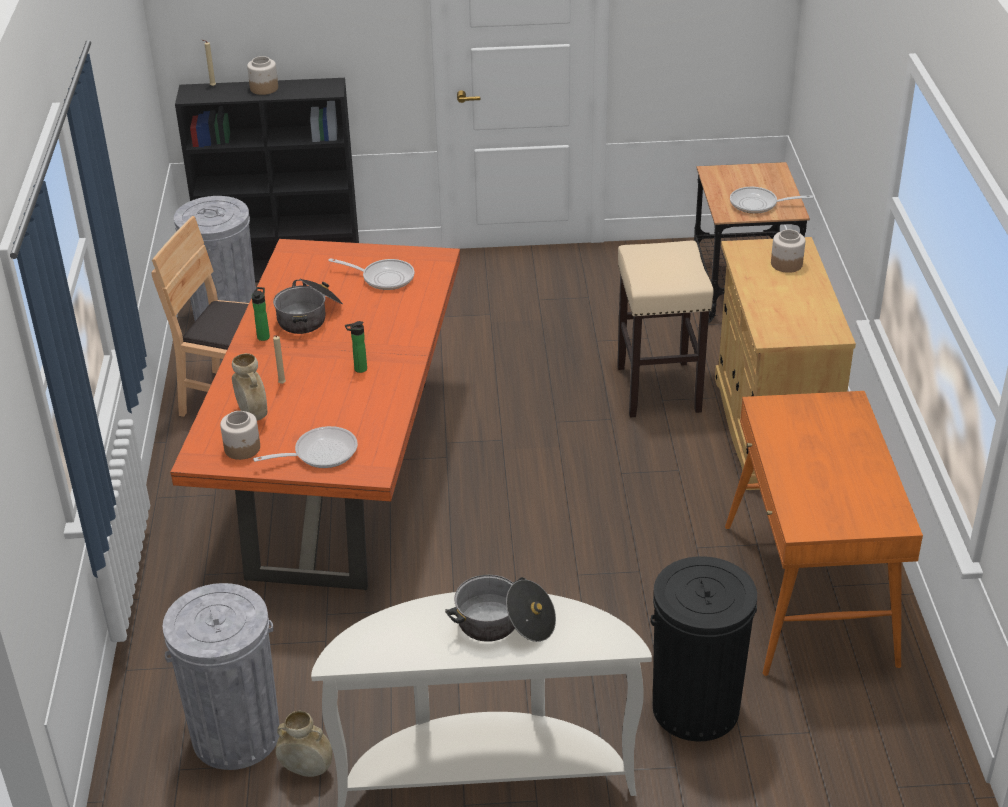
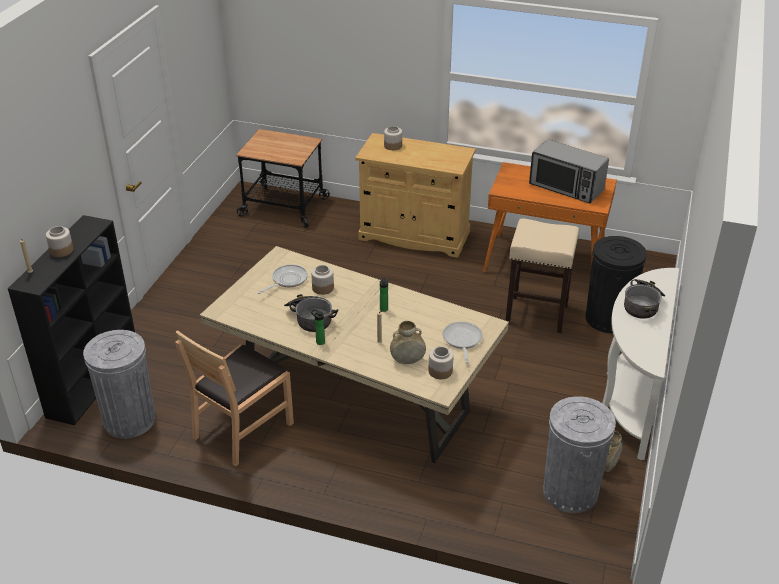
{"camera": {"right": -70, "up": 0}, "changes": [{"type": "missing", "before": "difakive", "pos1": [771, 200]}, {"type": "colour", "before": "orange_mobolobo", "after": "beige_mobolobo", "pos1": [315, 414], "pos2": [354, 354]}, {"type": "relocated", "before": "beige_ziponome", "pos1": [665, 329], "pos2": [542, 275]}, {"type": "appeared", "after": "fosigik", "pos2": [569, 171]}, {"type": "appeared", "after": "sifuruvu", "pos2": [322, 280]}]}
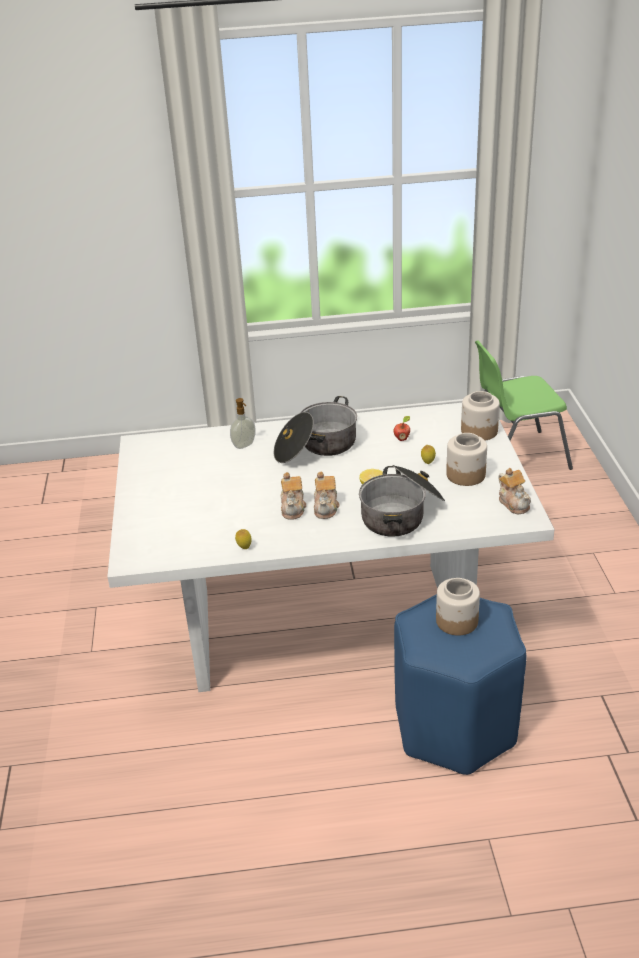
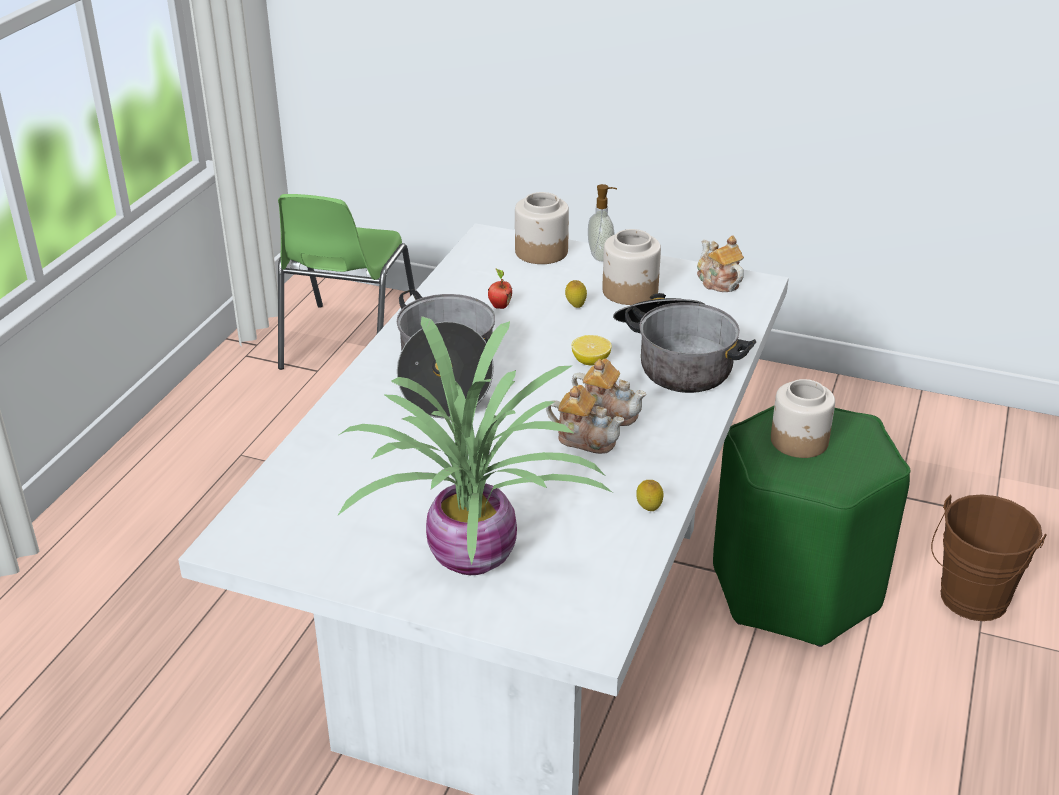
{"camera": {"right": -65, "up": 0}, "changes": [{"type": "relocated", "before": "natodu", "pos1": [243, 423], "pos2": [602, 223]}, {"type": "spun", "before": "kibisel", "pos1": [514, 491], "pos2": [720, 263], "turn": -120}, {"type": "colour", "before": "blue_ziponome", "after": "green_ziponome", "pos1": [460, 684], "pos2": [812, 526]}, {"type": "appeared", "after": "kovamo", "pos2": [475, 445]}, {"type": "appeared", "after": "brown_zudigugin", "pos2": [989, 557]}]}
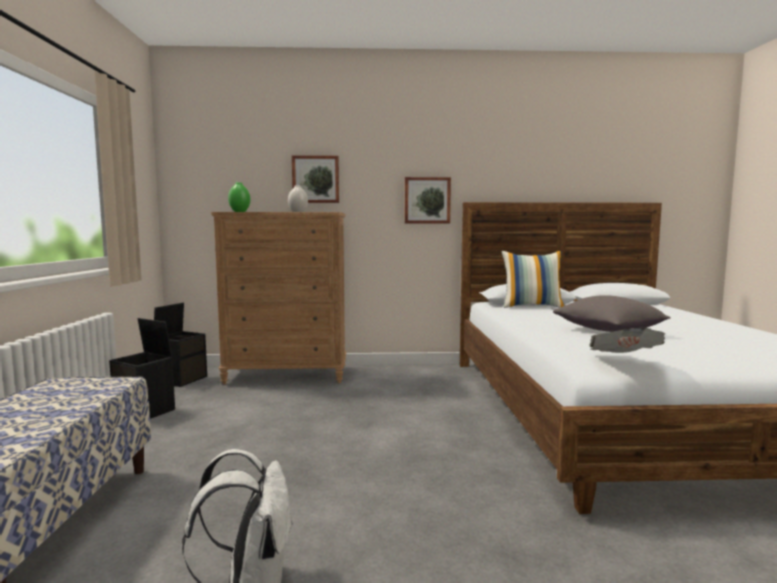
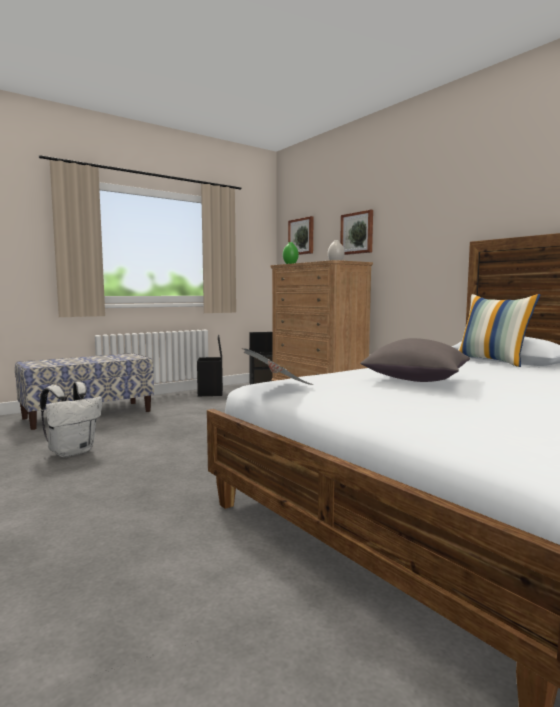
{"camera": {"right": 55, "up": 0}, "changes": [{"type": "relocated", "before": "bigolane", "pos1": [428, 200], "pos2": [301, 235]}]}
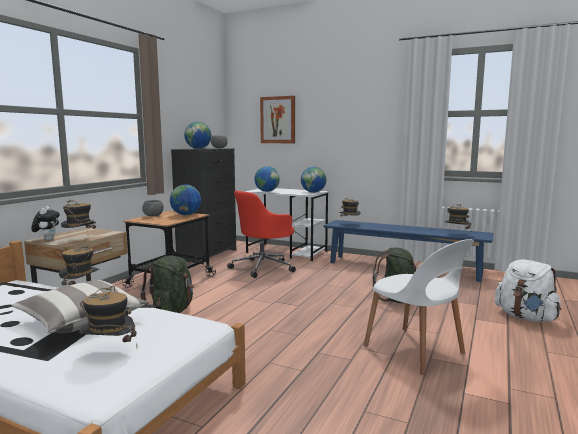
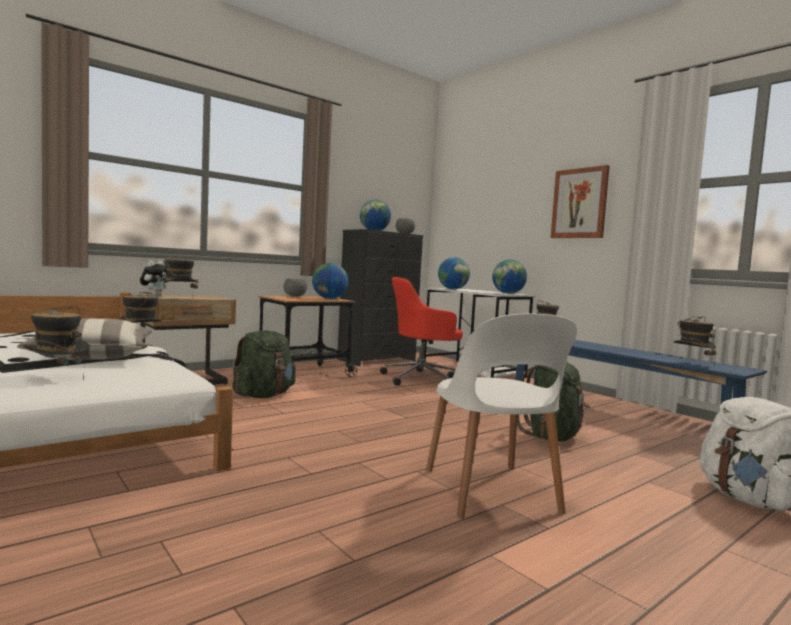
{"camera": {"right": 25, "up": -5}, "changes": [{"type": "relocated", "before": "bigolane", "pos1": [277, 119], "pos2": [580, 201]}]}
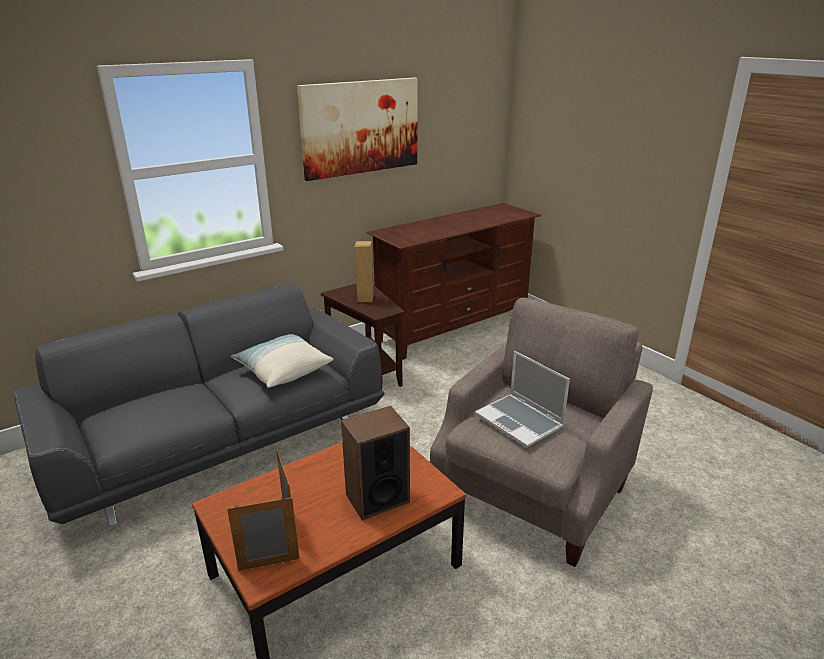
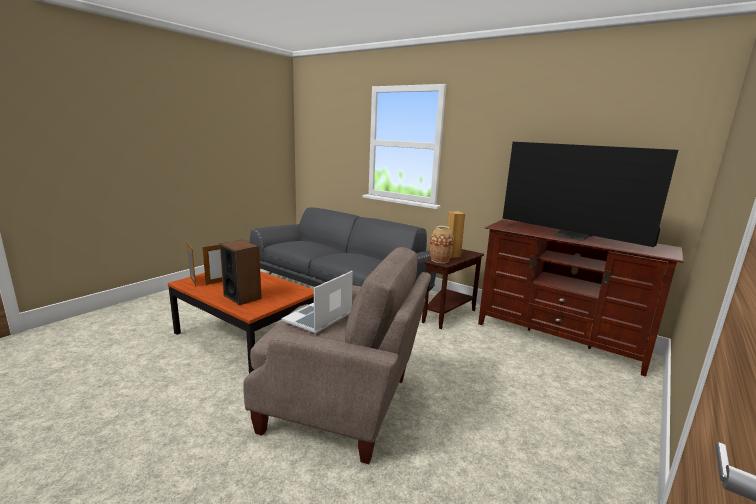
{"camera": {"right": 70, "up": -10}, "changes": [{"type": "missing", "before": "bigolane", "pos1": [357, 129]}, {"type": "missing", "before": "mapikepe", "pos1": [282, 361]}, {"type": "appeared", "after": "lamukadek", "pos2": [590, 194]}, {"type": "appeared", "after": "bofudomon", "pos2": [442, 244]}]}
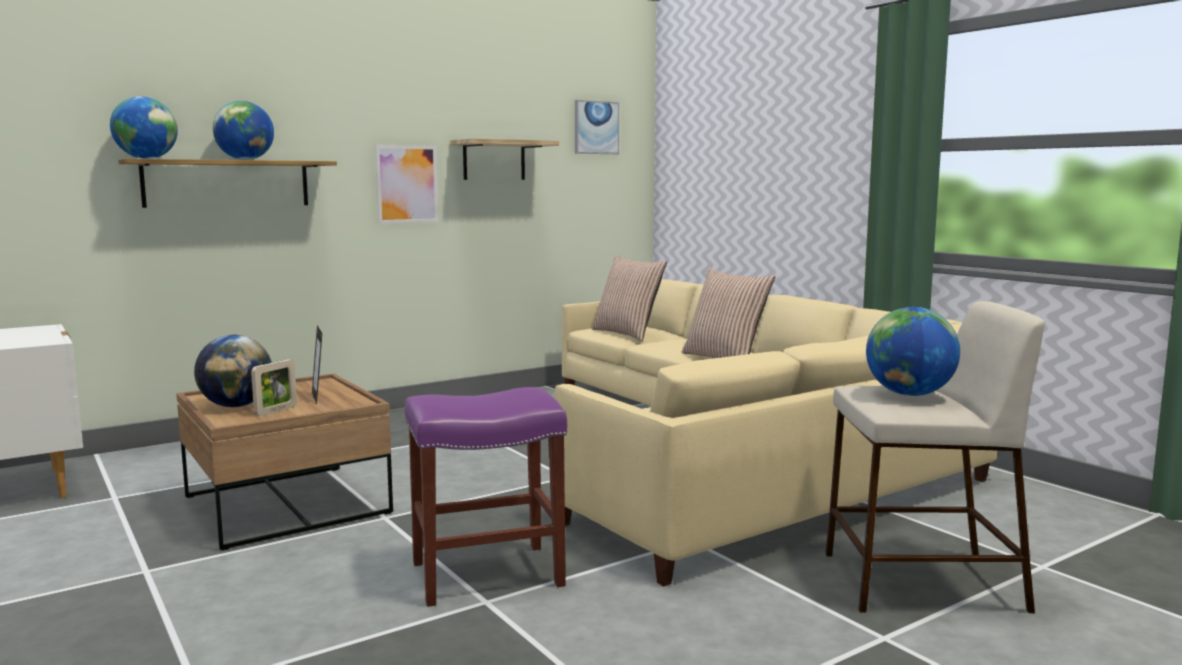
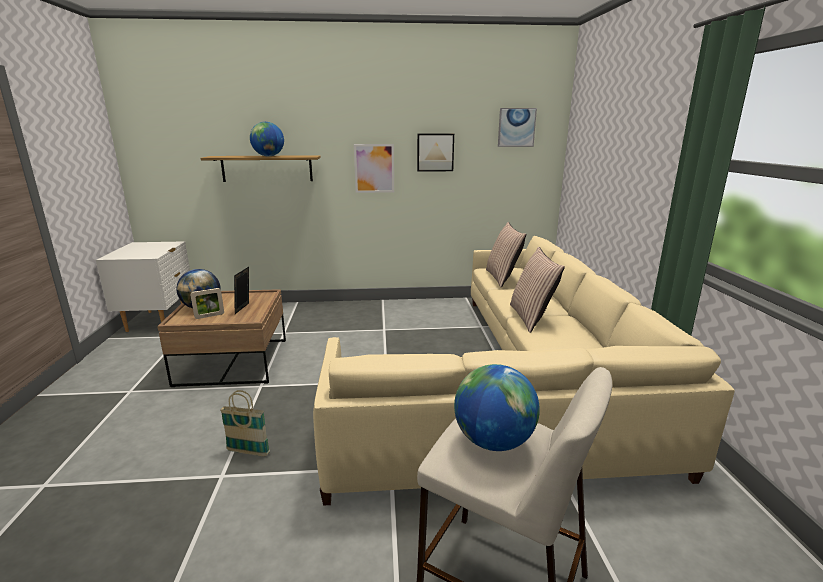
{"camera": {"right": 30, "up": 10}, "changes": [{"type": "missing", "before": "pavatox", "pos1": [144, 127]}, {"type": "exchanged", "before": "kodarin", "after": "bigolane", "pos1": [504, 159], "pos2": [435, 153]}, {"type": "exchanged", "before": "purple_ziponome", "after": "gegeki", "pos1": [486, 497], "pos2": [245, 423]}]}
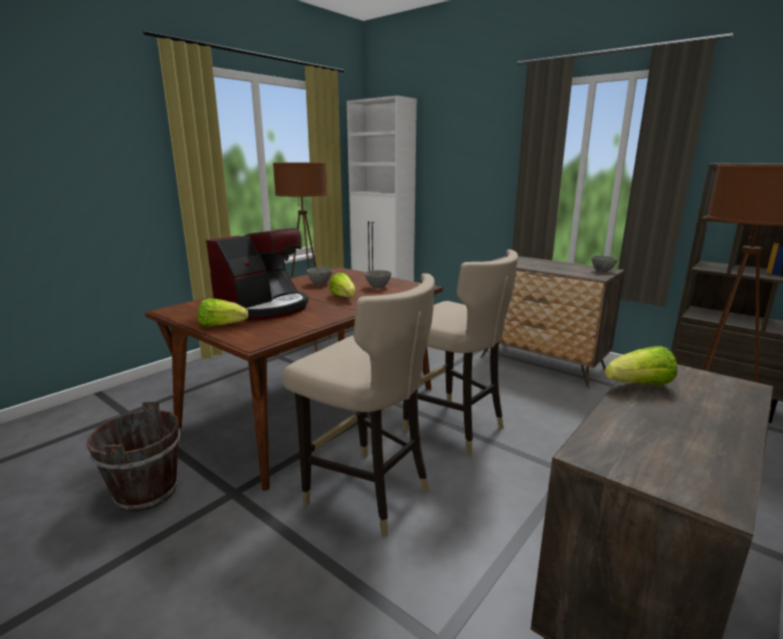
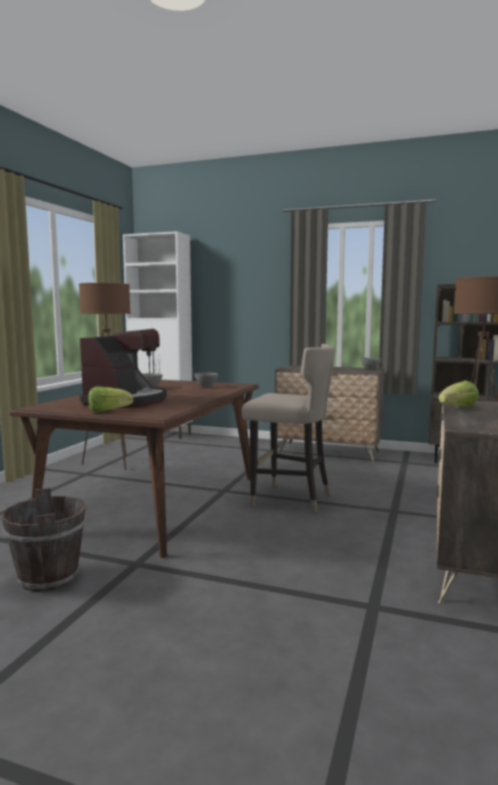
{"camera": {"right": -20, "up": -10}, "changes": [{"type": "missing", "before": "beige_ziponome", "pos1": [359, 405]}, {"type": "missing", "before": "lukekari", "pos1": [342, 285]}]}
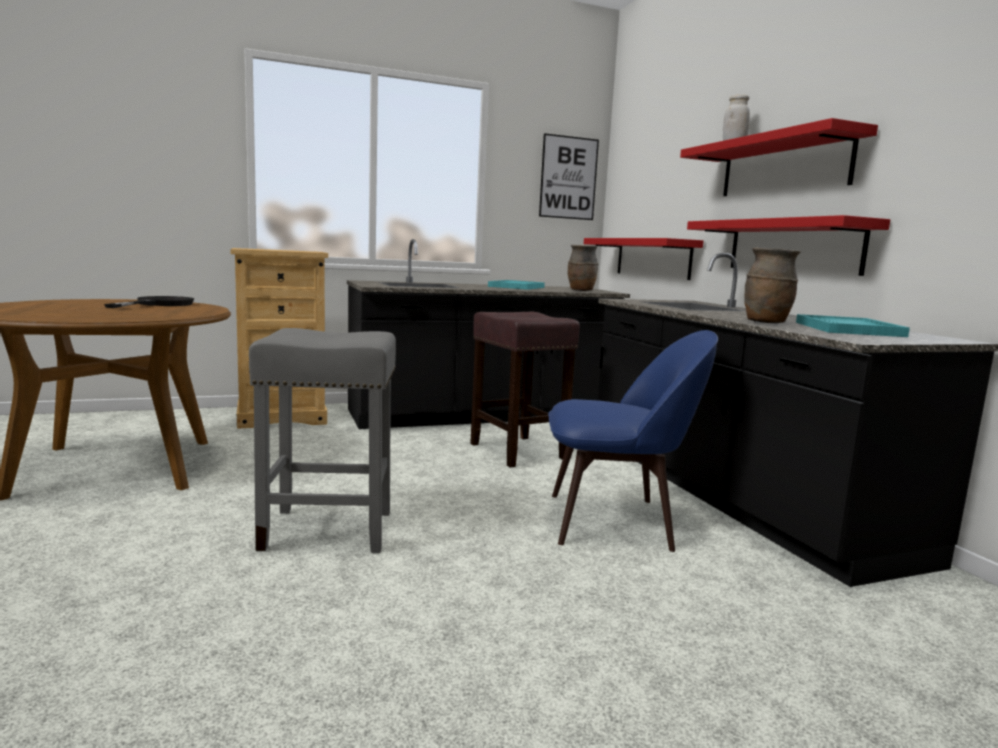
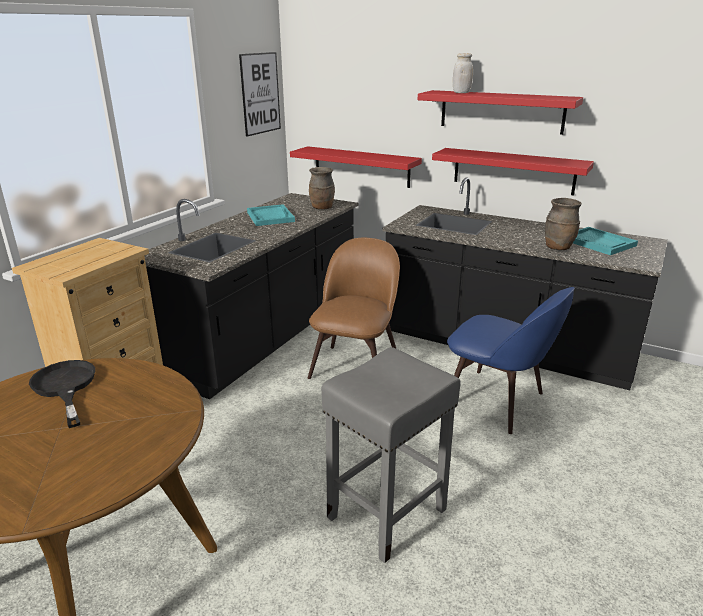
{"camera": {"right": -40, "up": 15}, "changes": [{"type": "exchanged", "before": "brown_ziponome", "after": "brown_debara", "pos1": [525, 390], "pos2": [354, 308]}, {"type": "spun", "before": "blue_debara", "pos1": [633, 441], "pos2": [511, 360], "turn": 75}]}
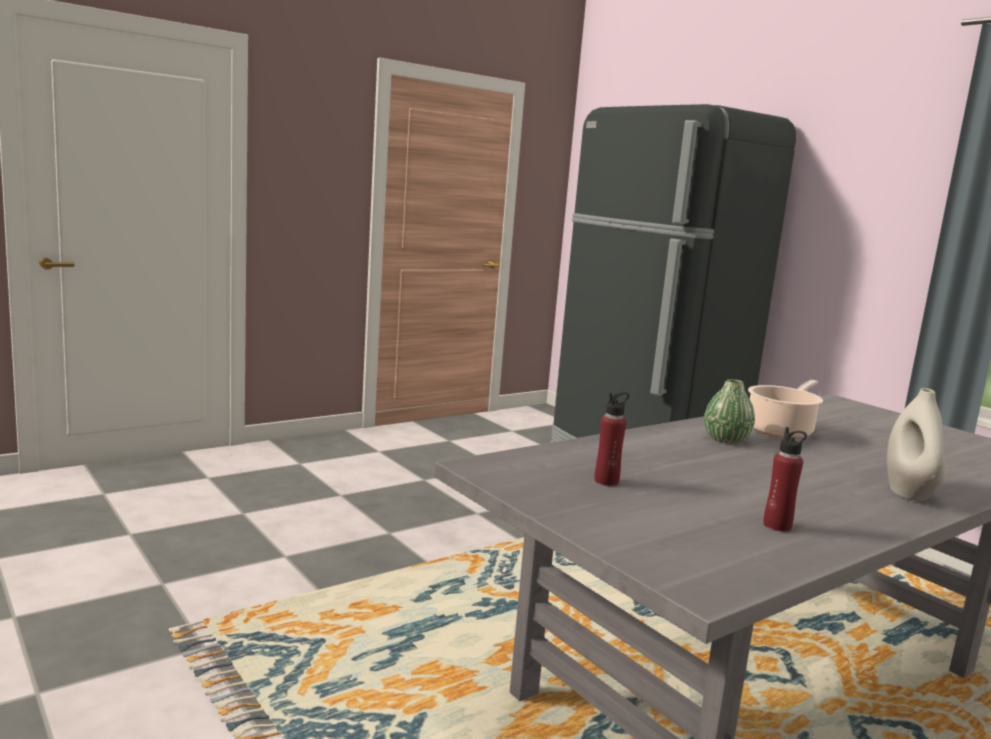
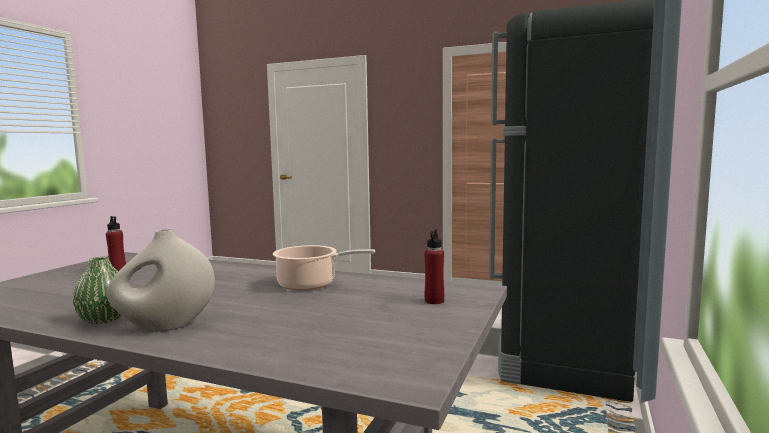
{"camera": {"right": 60, "up": -5}, "changes": [{"type": "relocated", "before": "green_bofudomon", "pos1": [729, 411], "pos2": [97, 290]}, {"type": "relocated", "before": "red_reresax", "pos1": [785, 479], "pos2": [434, 267]}]}
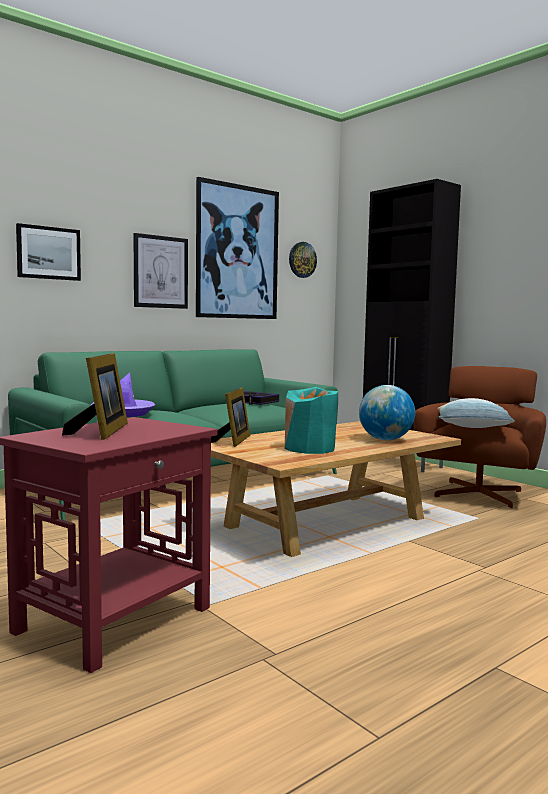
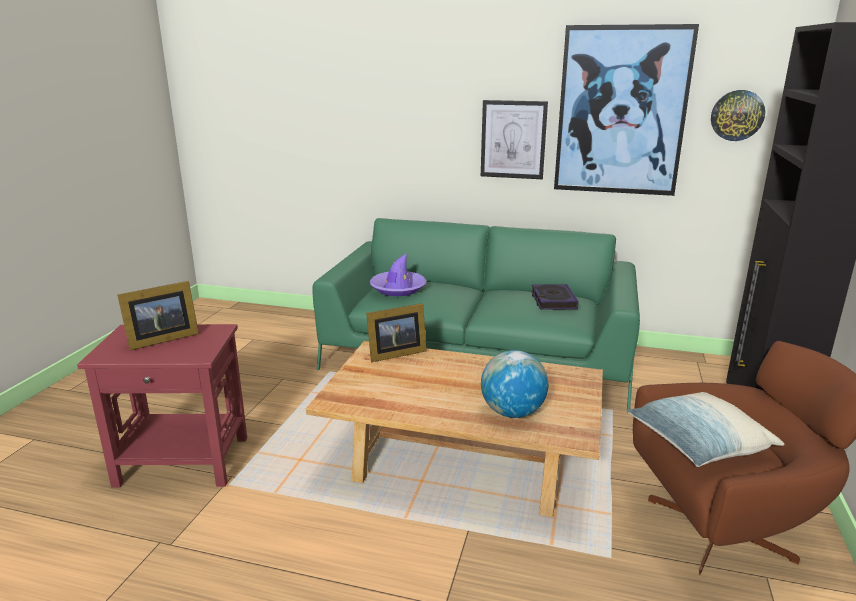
{"camera": {"right": 55, "up": 15}, "changes": [{"type": "missing", "before": "bigolane", "pos1": [48, 252]}, {"type": "missing", "before": "turquoise_bofudomon", "pos1": [311, 420]}]}
